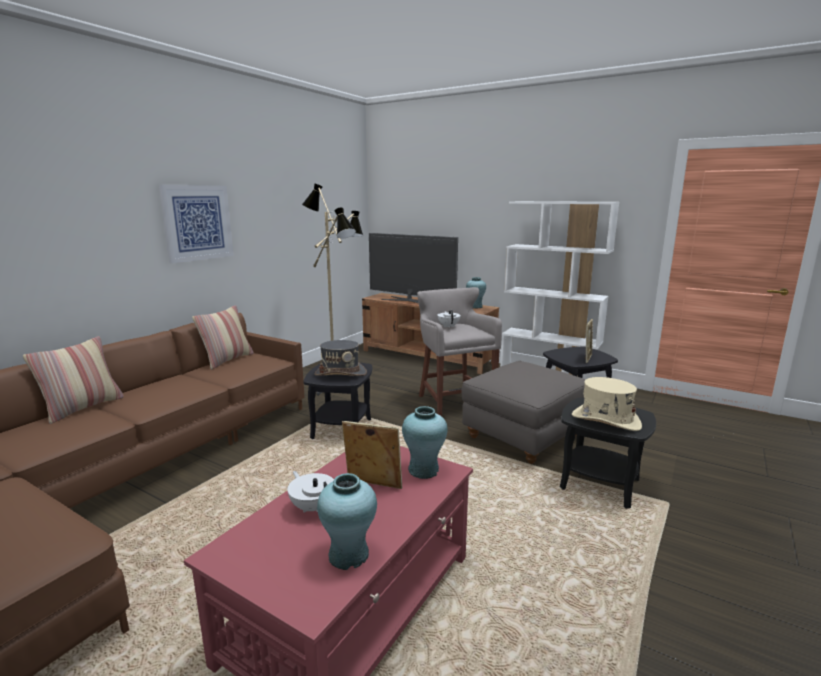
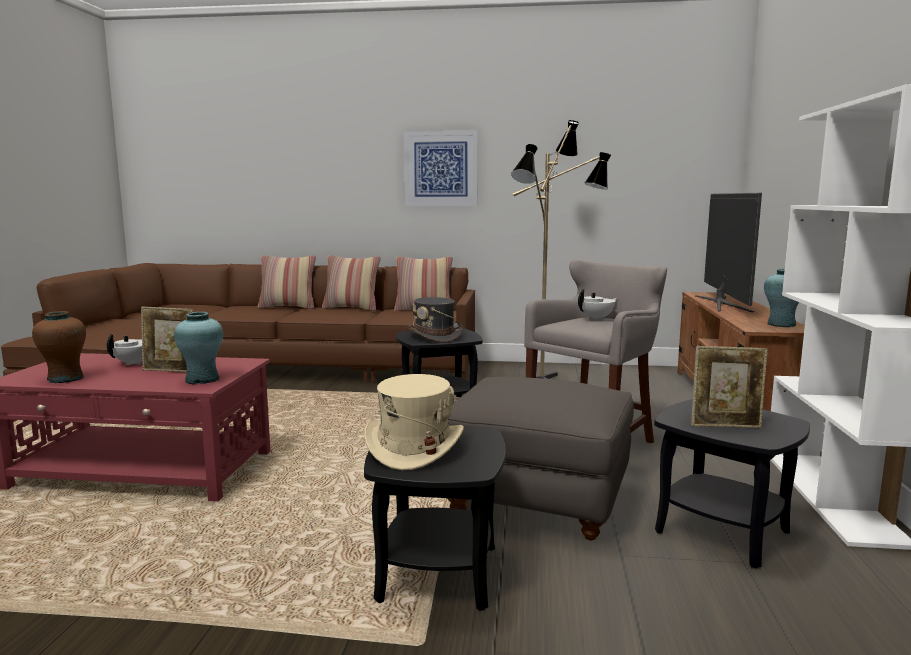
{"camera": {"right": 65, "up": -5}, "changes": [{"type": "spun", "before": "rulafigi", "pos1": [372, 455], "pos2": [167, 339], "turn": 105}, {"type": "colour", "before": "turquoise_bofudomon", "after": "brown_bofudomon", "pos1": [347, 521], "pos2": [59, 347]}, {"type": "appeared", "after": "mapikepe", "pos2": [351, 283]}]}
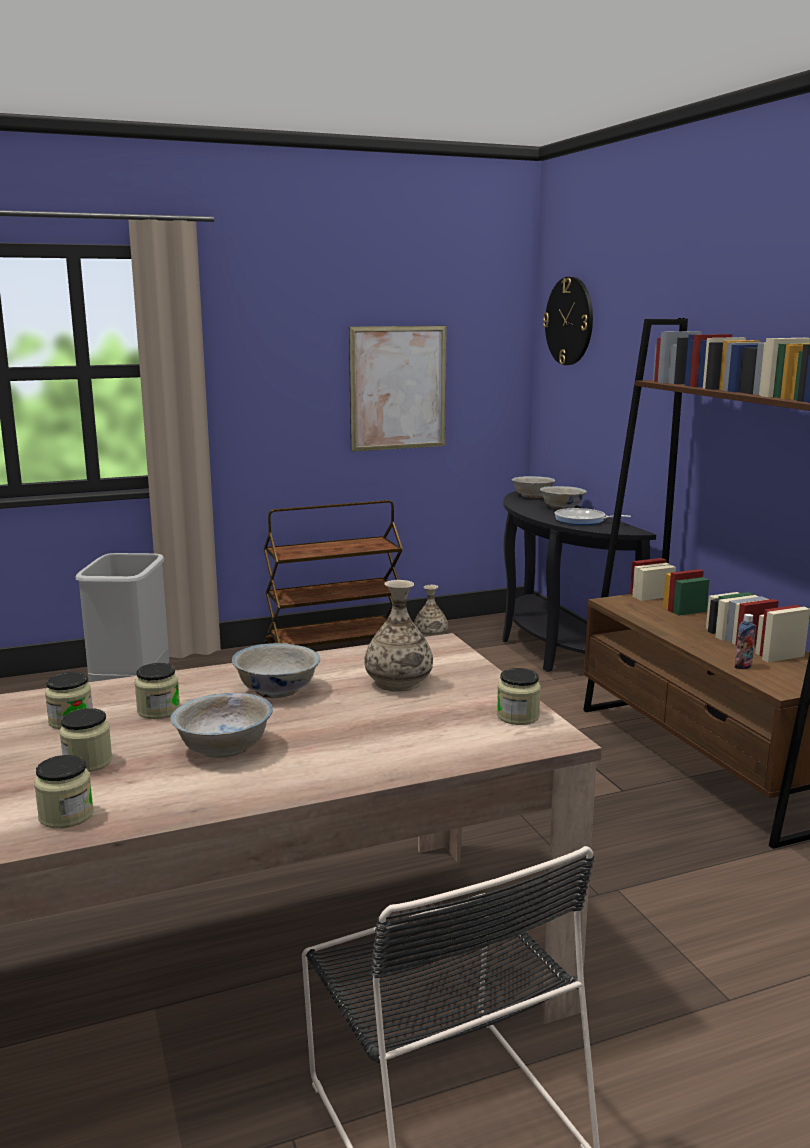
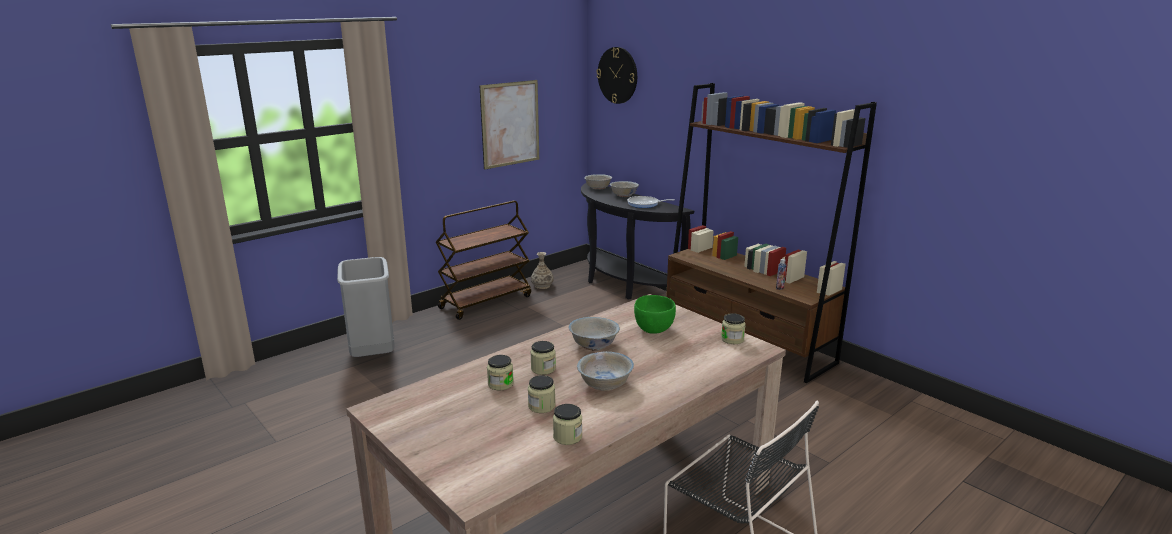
{"camera": {"right": -20, "up": 5}, "changes": [{"type": "exchanged", "before": "bofudomon", "after": "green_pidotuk", "pos1": [398, 636], "pos2": [655, 314]}]}
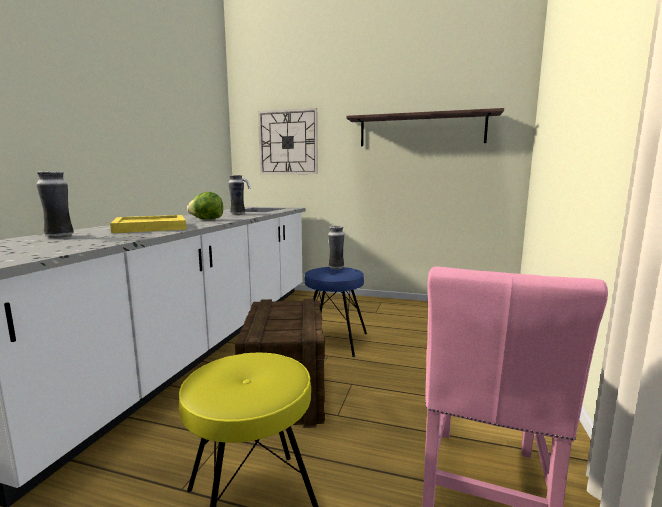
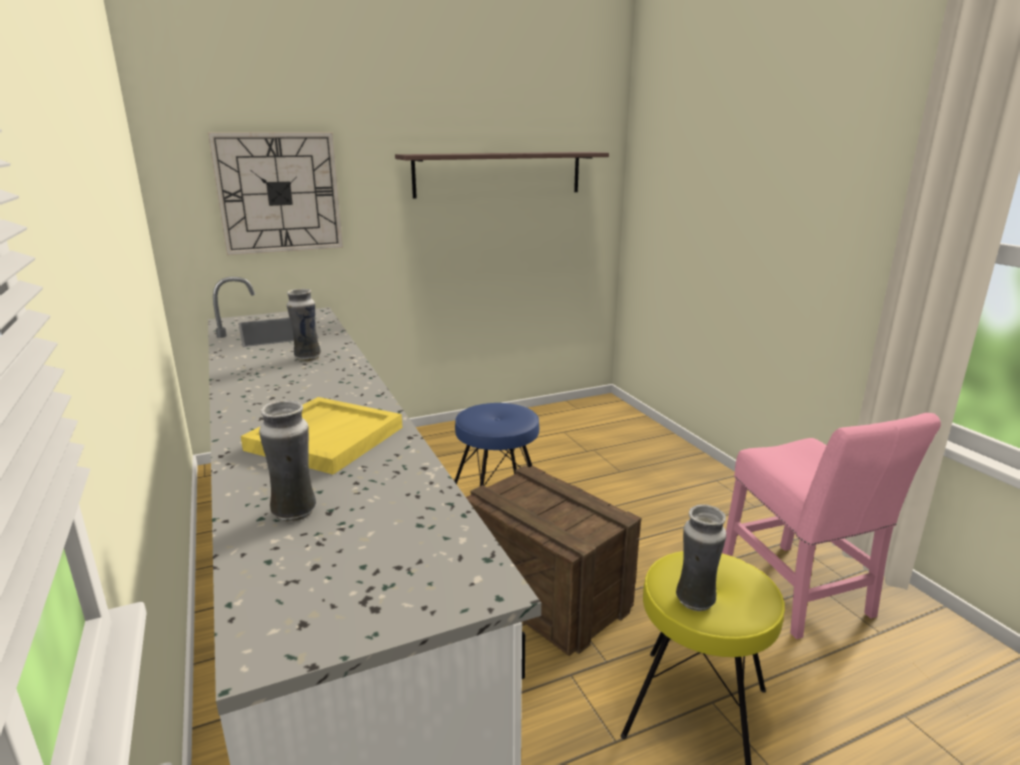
{"camera": {"right": -40, "up": 10}, "changes": [{"type": "missing", "before": "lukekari", "pos1": [205, 206]}, {"type": "relocated", "before": "bofudomon", "pos1": [336, 247], "pos2": [701, 557]}]}
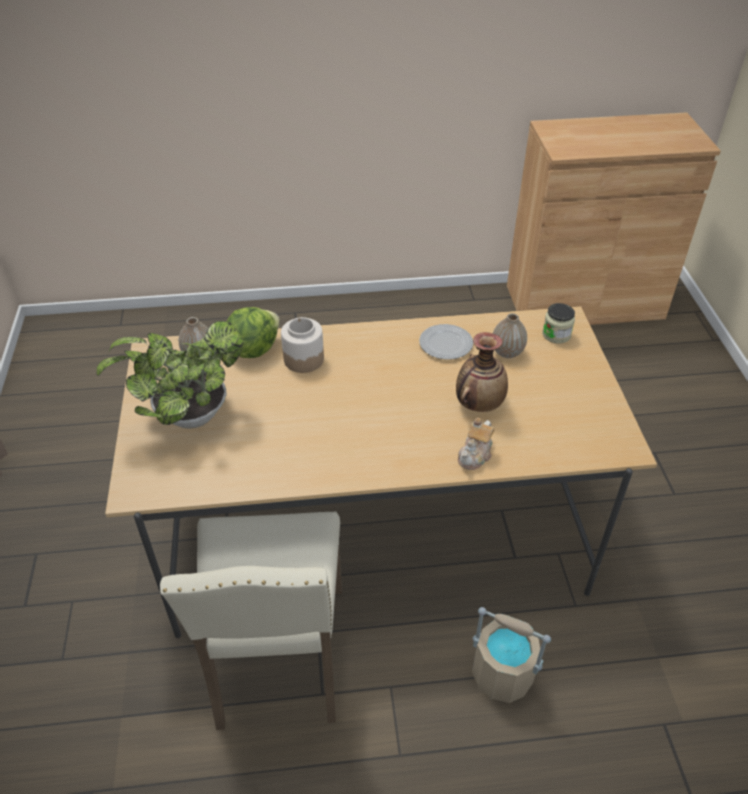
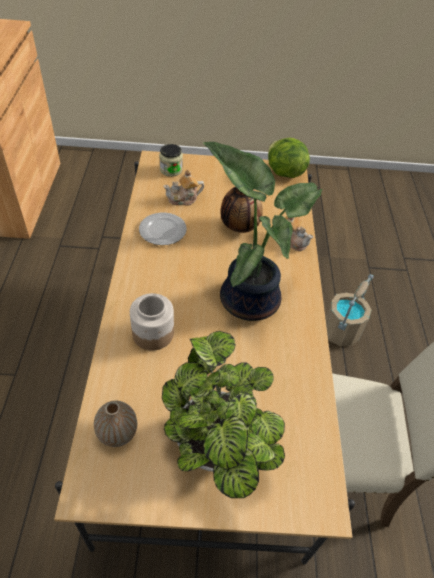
{"camera": {"right": -85, "up": 5}, "changes": [{"type": "relocated", "before": "lukekari", "pos1": [253, 332], "pos2": [289, 158]}, {"type": "exchanged", "before": "bofudomon", "after": "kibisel", "pos1": [510, 335], "pos2": [183, 188]}, {"type": "appeared", "after": "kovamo", "pos2": [262, 231]}]}
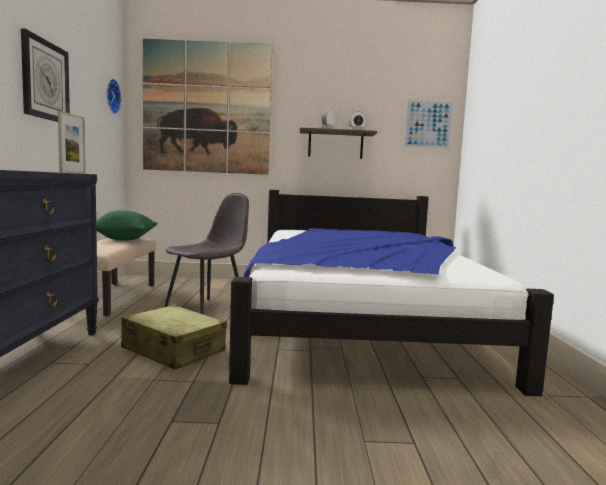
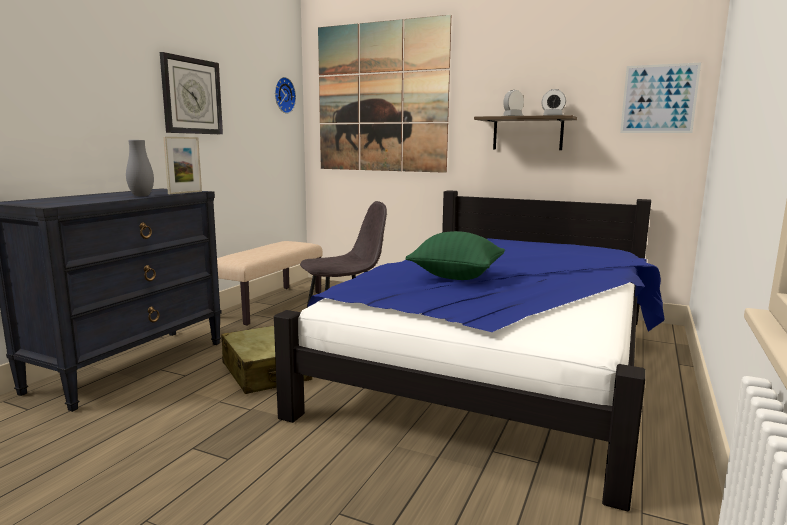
{"camera": {"right": 25, "up": 5}, "changes": [{"type": "relocated", "before": "green_mapikepe", "pos1": [127, 225], "pos2": [455, 255]}, {"type": "appeared", "after": "grey_bofudomon", "pos2": [140, 168]}]}
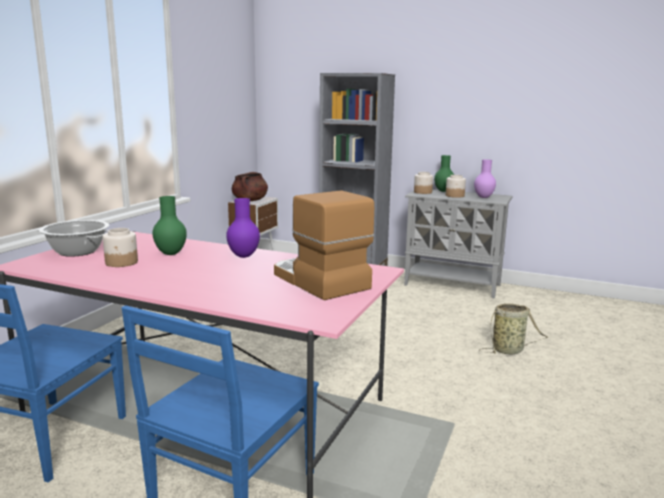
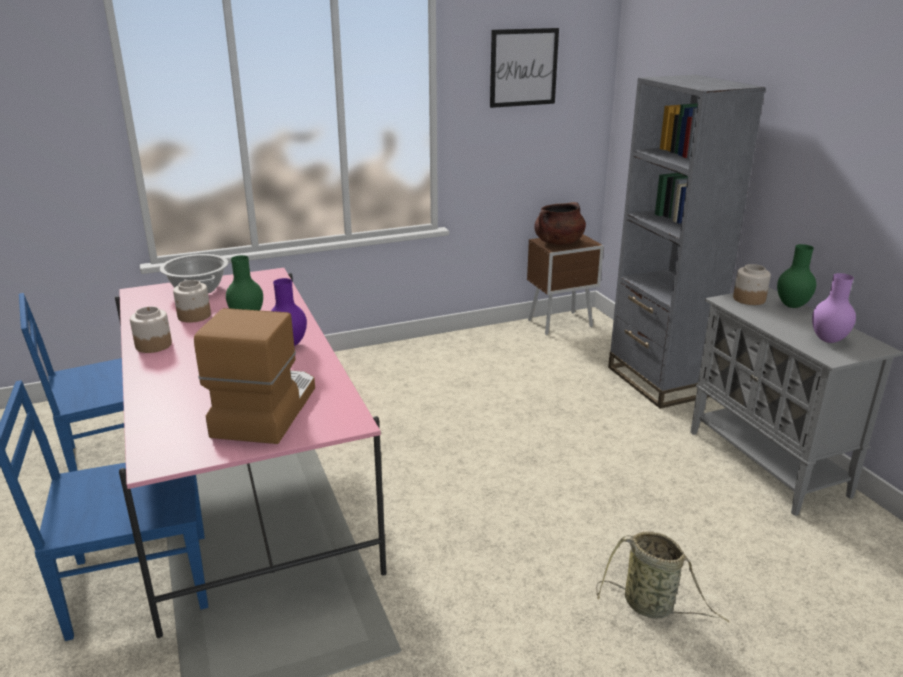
{"camera": {"right": 45, "up": 10}, "changes": [{"type": "relocated", "before": "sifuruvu", "pos1": [456, 186], "pos2": [151, 329]}, {"type": "appeared", "after": "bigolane", "pos2": [524, 68]}]}
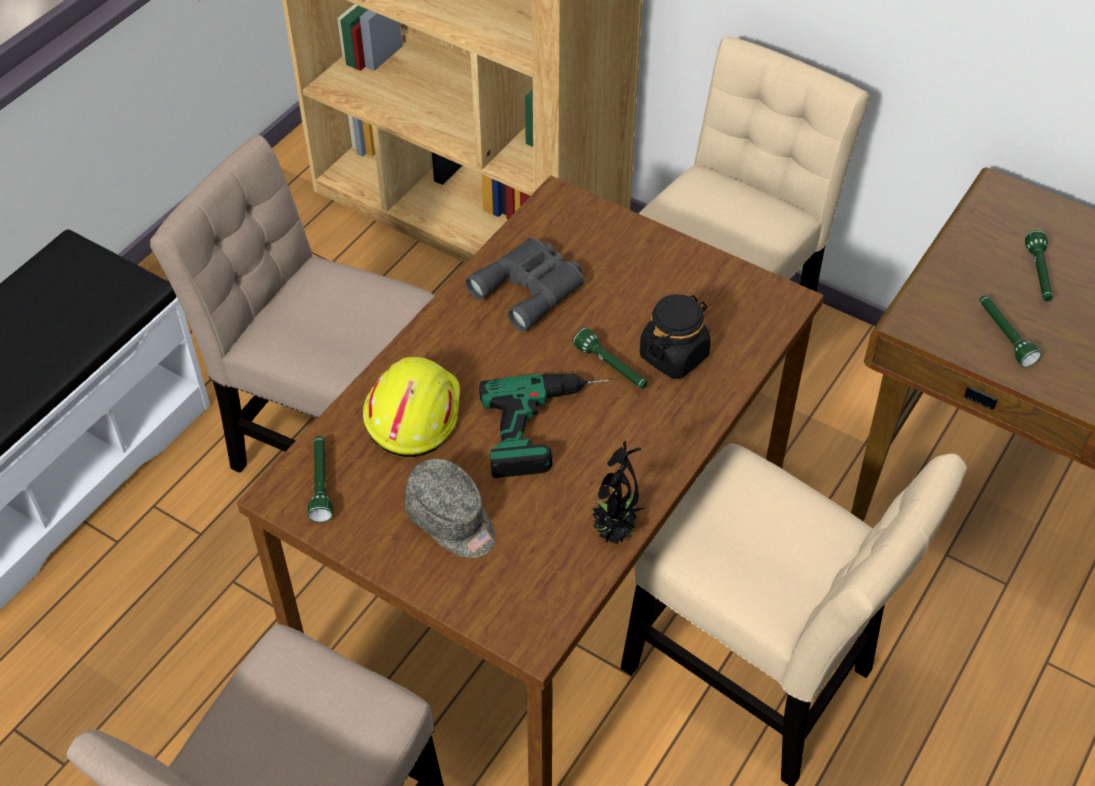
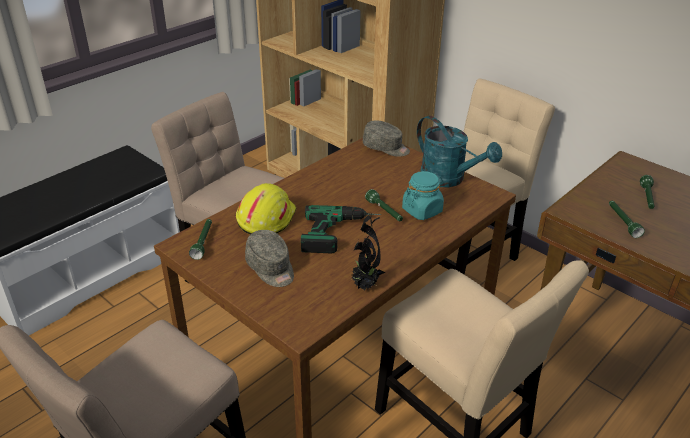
{"camera": {"right": 10, "up": -15}, "changes": [{"type": "missing", "before": "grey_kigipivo", "pos1": [524, 285]}, {"type": "colour", "before": "black_sifuruvu", "after": "turquoise_sifuruvu", "pos1": [675, 336], "pos2": [423, 195]}, {"type": "appeared", "after": "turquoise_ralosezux", "pos2": [459, 151]}, {"type": "appeared", "after": "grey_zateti", "pos2": [386, 138]}]}
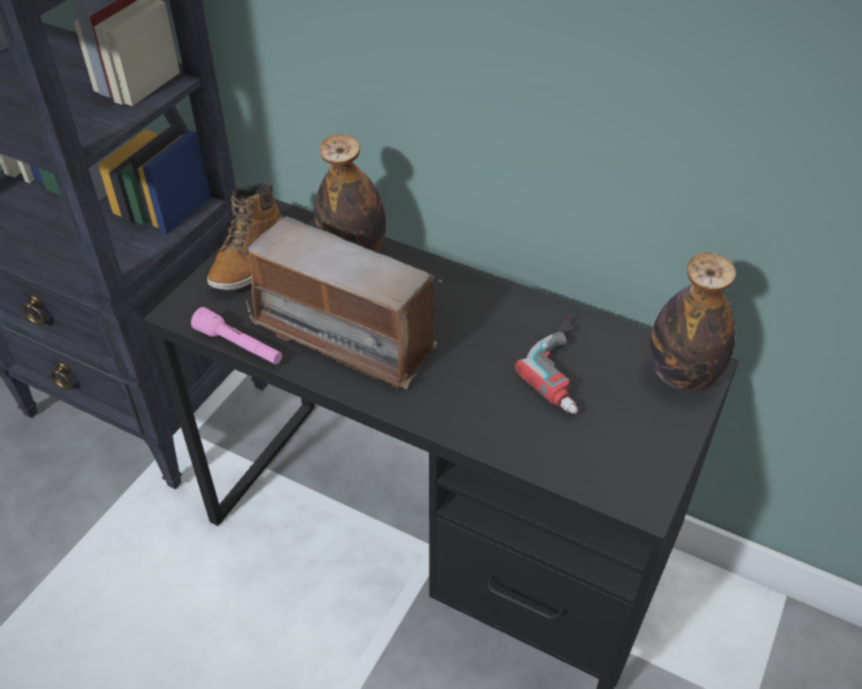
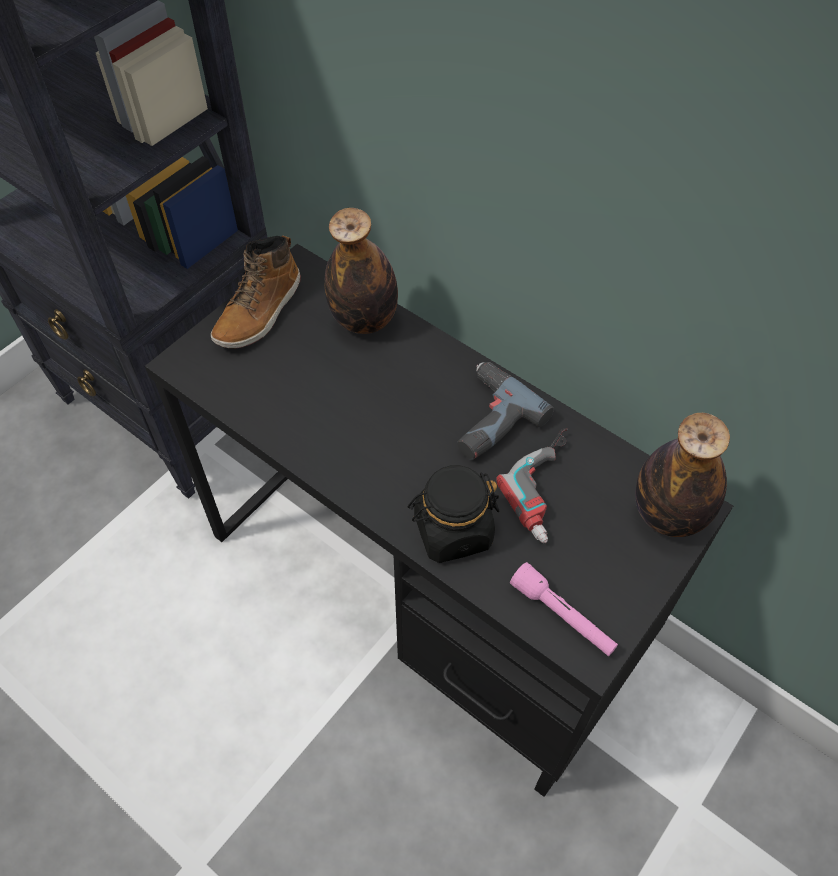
{"camera": {"right": 10, "up": 10}, "changes": [{"type": "missing", "before": "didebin", "pos1": [344, 303]}, {"type": "relocated", "before": "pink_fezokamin", "pos1": [236, 335], "pos2": [564, 609]}, {"type": "appeared", "after": "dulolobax", "pos2": [505, 411]}, {"type": "appeared", "after": "black_sifuruvu", "pos2": [453, 514]}]}
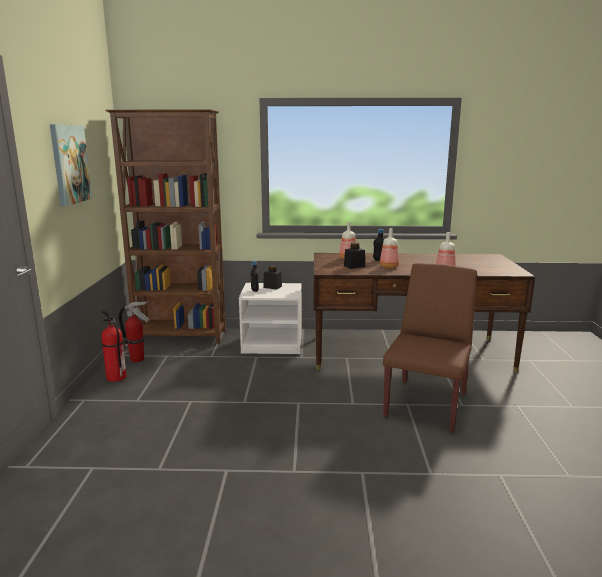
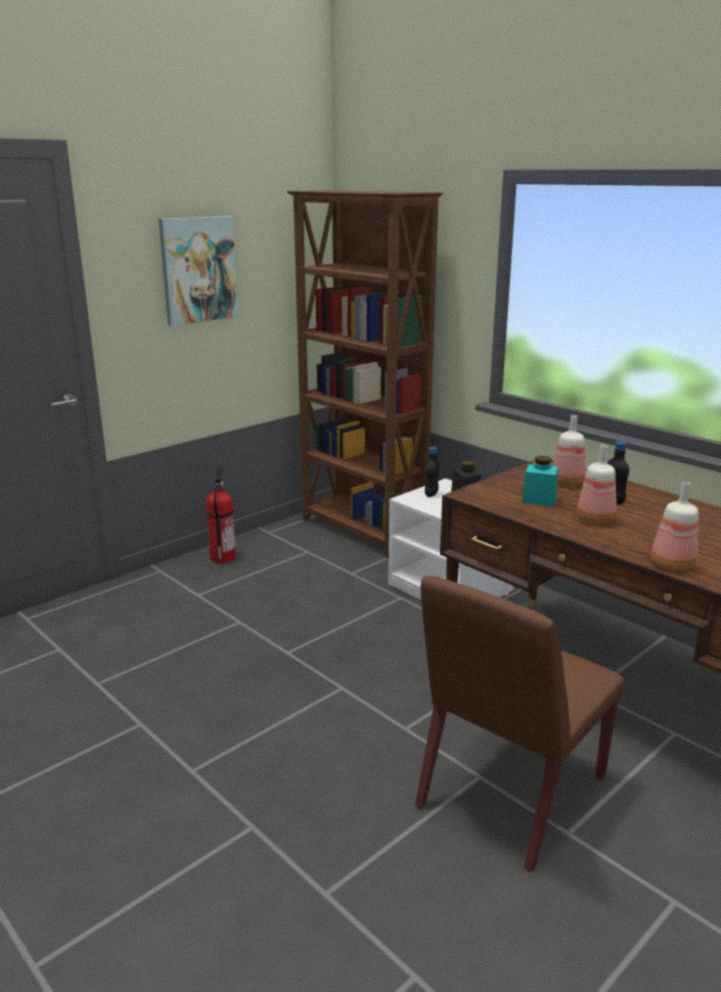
{"camera": {"right": 45, "up": 5}, "changes": [{"type": "colour", "before": "black_sifuruvu", "after": "turquoise_sifuruvu", "pos1": [354, 256], "pos2": [540, 481]}, {"type": "spun", "before": "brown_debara", "pos1": [430, 347], "pos2": [519, 724], "turn": 150}, {"type": "missing", "before": "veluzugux", "pos1": [134, 331]}]}
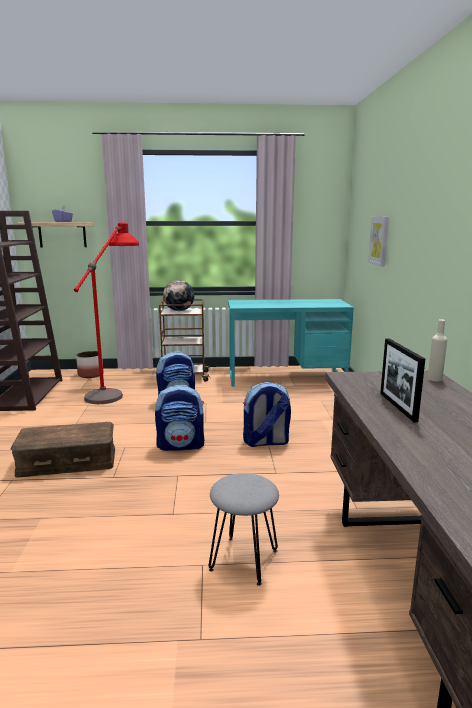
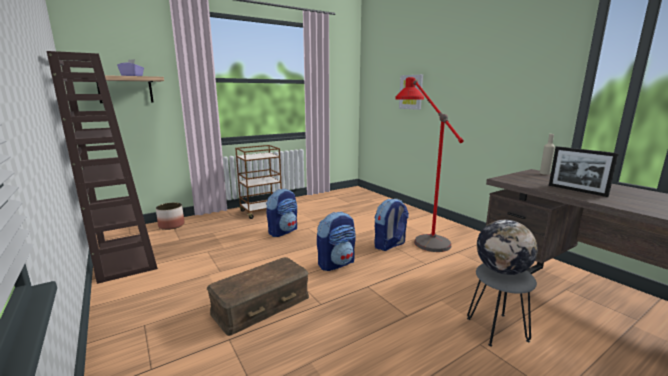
{"camera": {"right": -30, "up": 0}, "changes": [{"type": "relocated", "before": "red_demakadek", "pos1": [106, 313], "pos2": [429, 164]}, {"type": "relocated", "before": "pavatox", "pos1": [178, 295], "pos2": [507, 247]}, {"type": "missing", "before": "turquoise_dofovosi", "pos1": [291, 343]}]}
